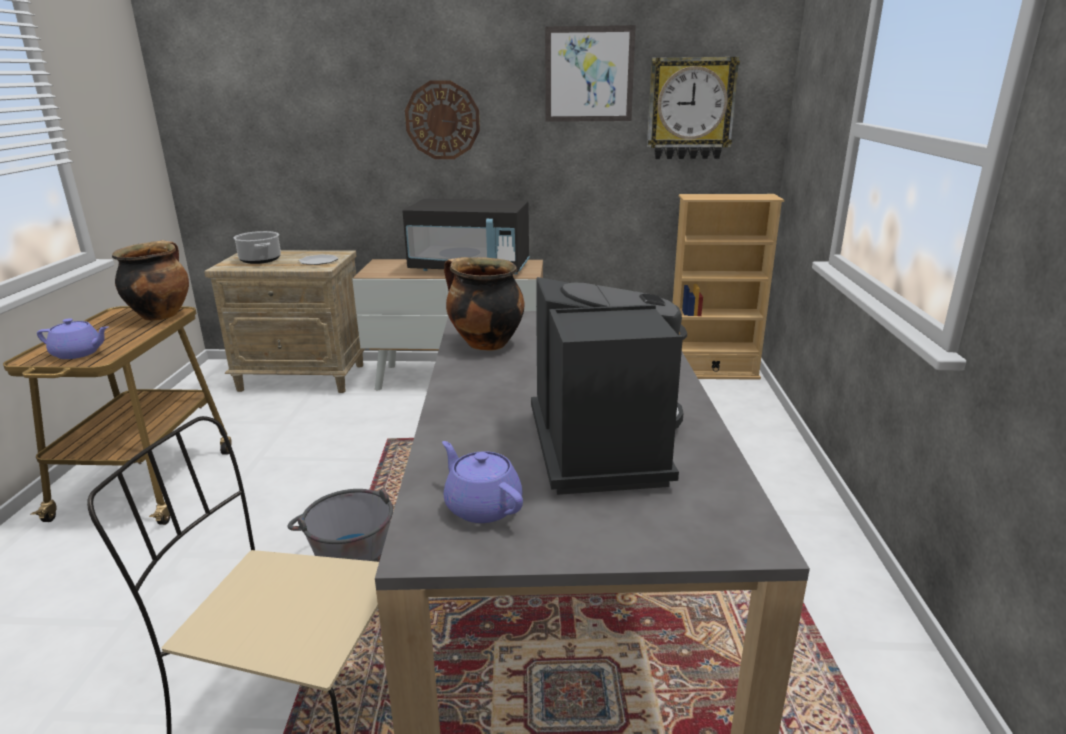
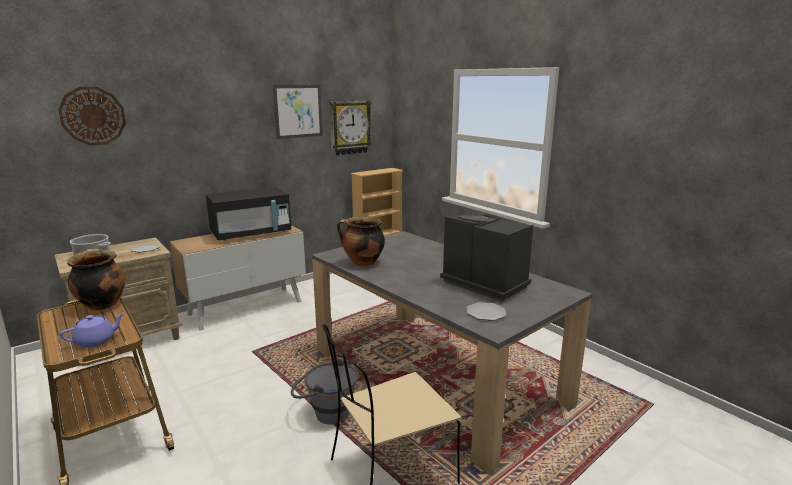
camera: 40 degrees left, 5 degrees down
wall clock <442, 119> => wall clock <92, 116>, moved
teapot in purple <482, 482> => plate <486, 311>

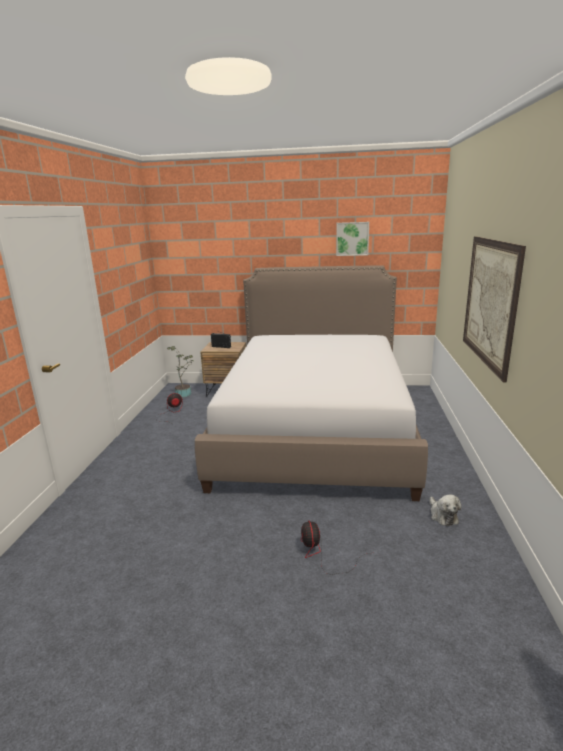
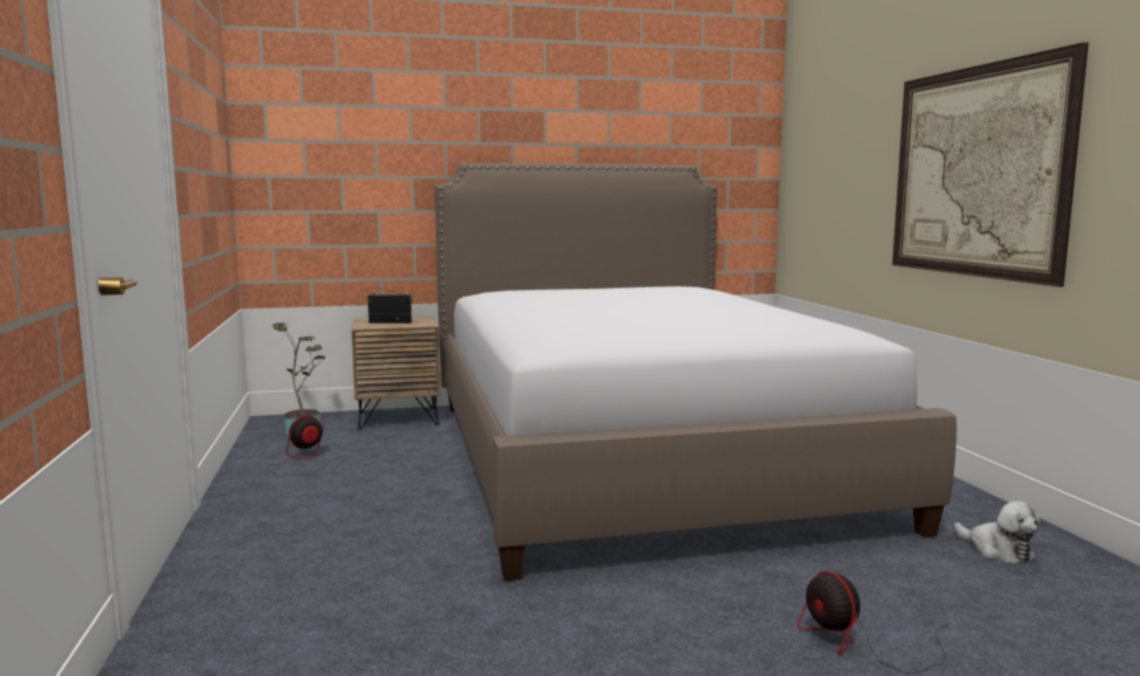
camera: 20 degrees left, 10 degrees down
picture <352, 239> => nothing

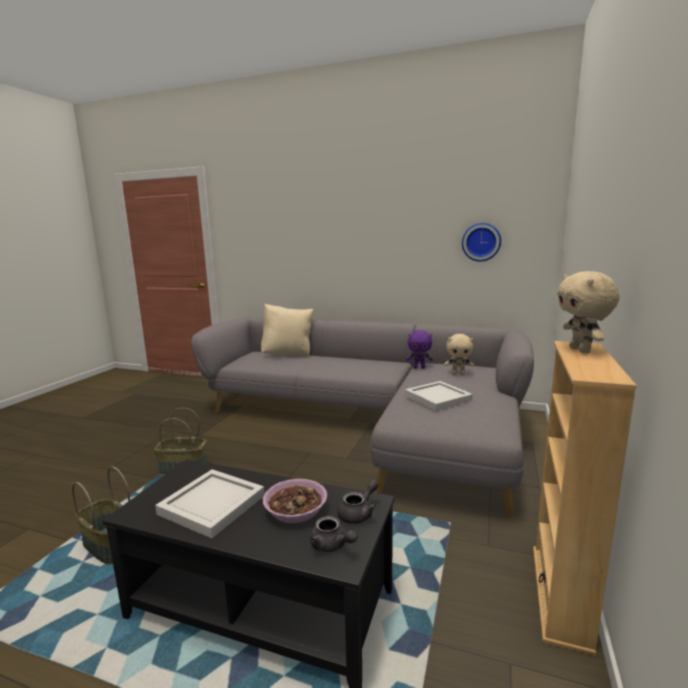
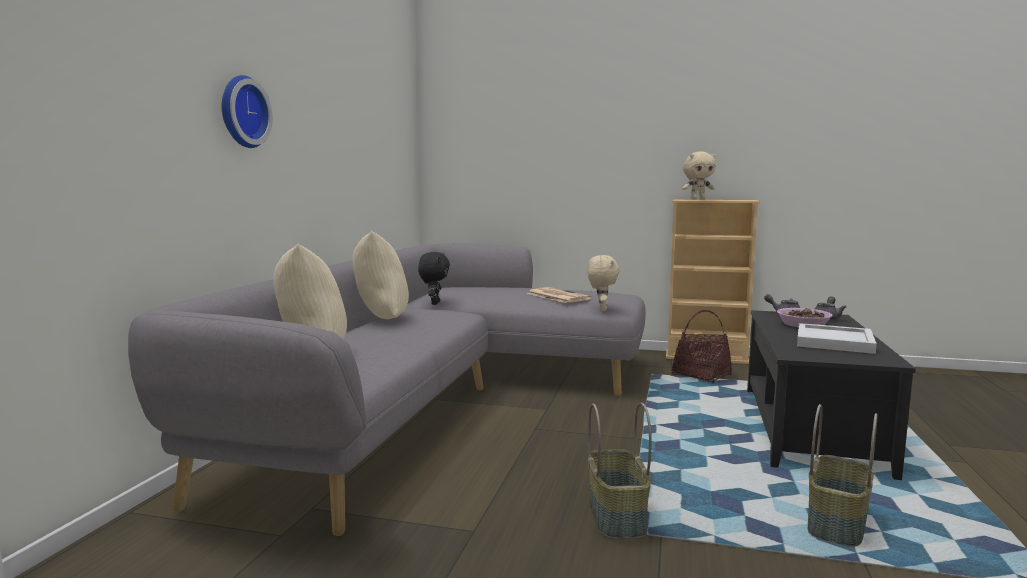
camera: 95 degrees left, 5 degrees down
wall clock <481, 242> => wall clock <247, 111>, moved
plush toy in purple <419, 349> => plush toy in black <434, 278>
plush toy in beige <459, 354> => plush toy in beige <603, 283>, moved
tray in white <439, 396> => newspaper <559, 295>
nothing => pillow in beige <380, 275>
nothing => basket <702, 346>

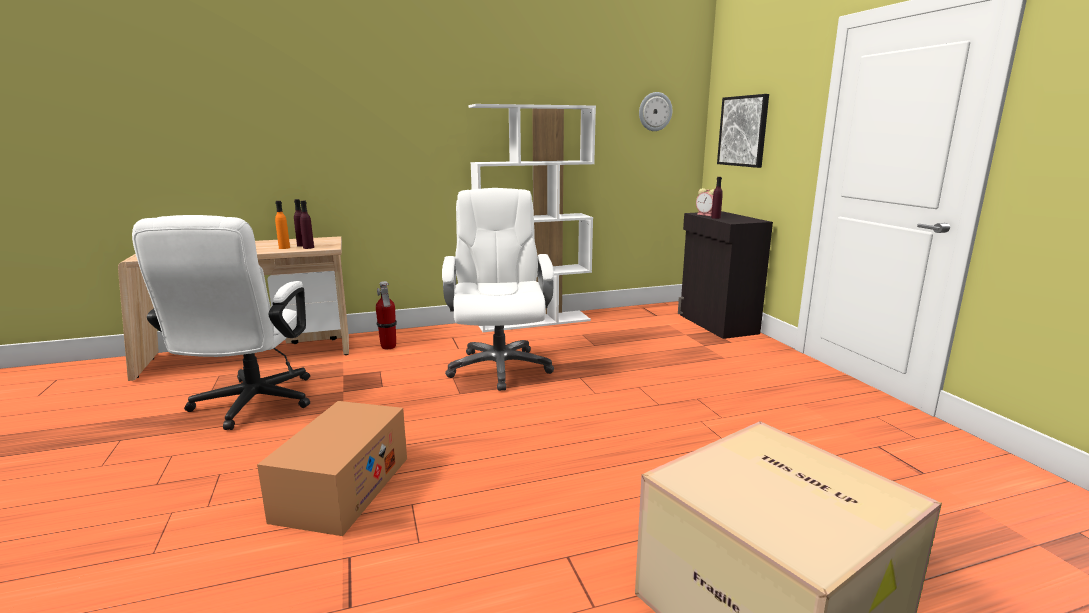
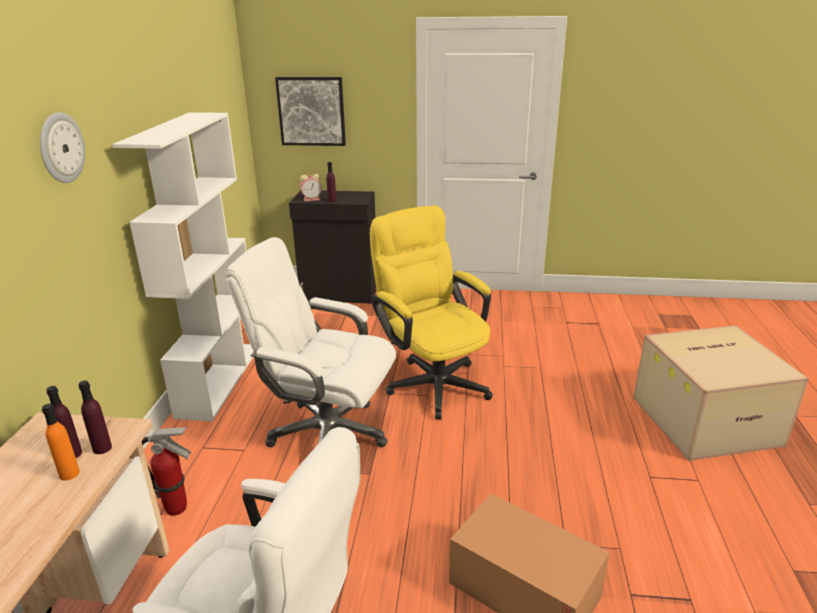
camera: 65 degrees left, 10 degrees up
wall clock <655, 111> => wall clock <62, 147>, moved
nothing => office chair in yellow <431, 312>

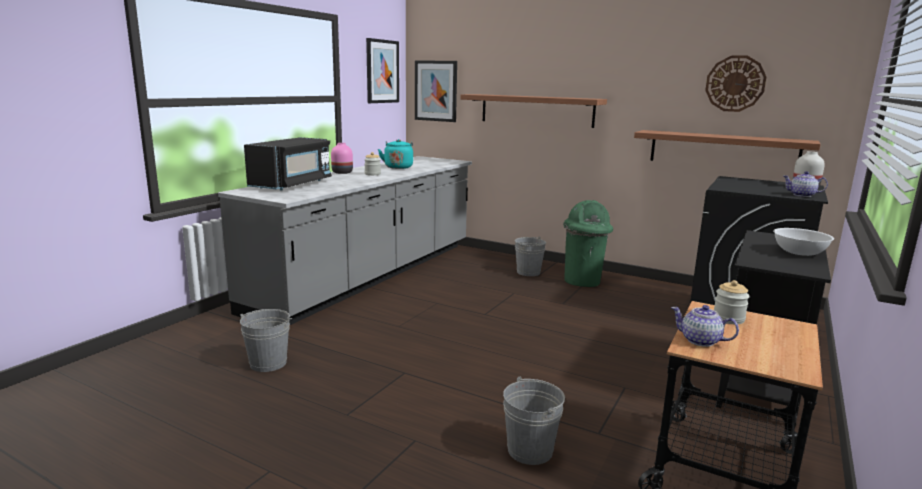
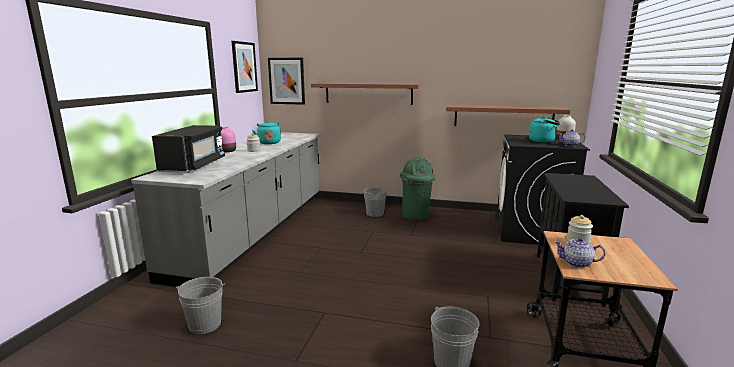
camera: 15 degrees left, 0 degrees up
wall clock <735, 84> => nothing
bowl in white <803, 242> => nothing
nothing => kettle in turquoise <544, 130>

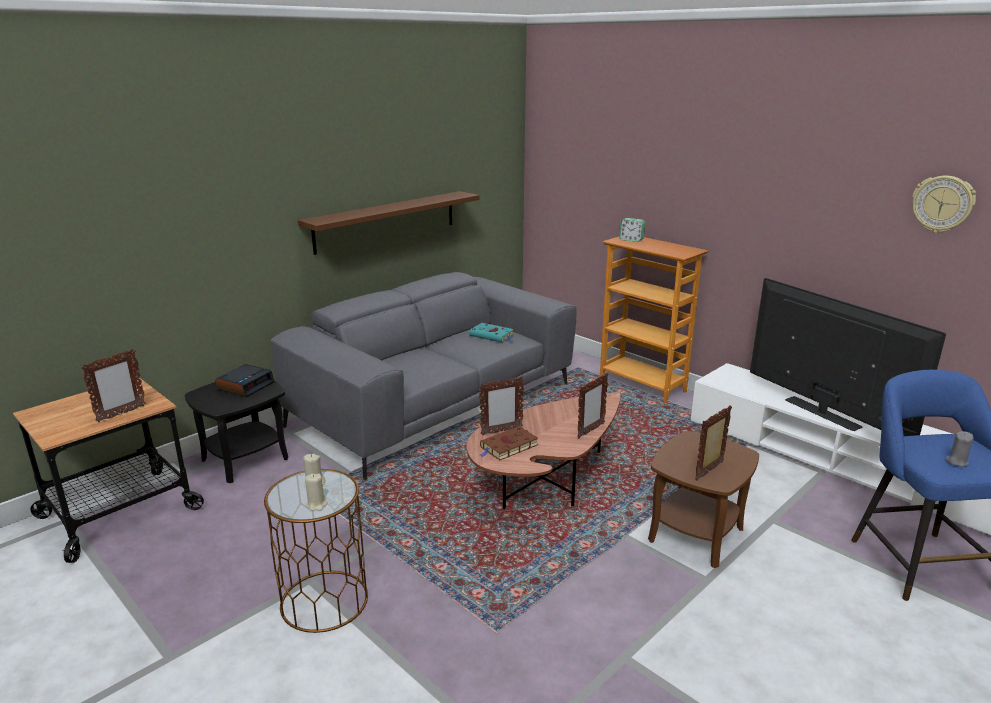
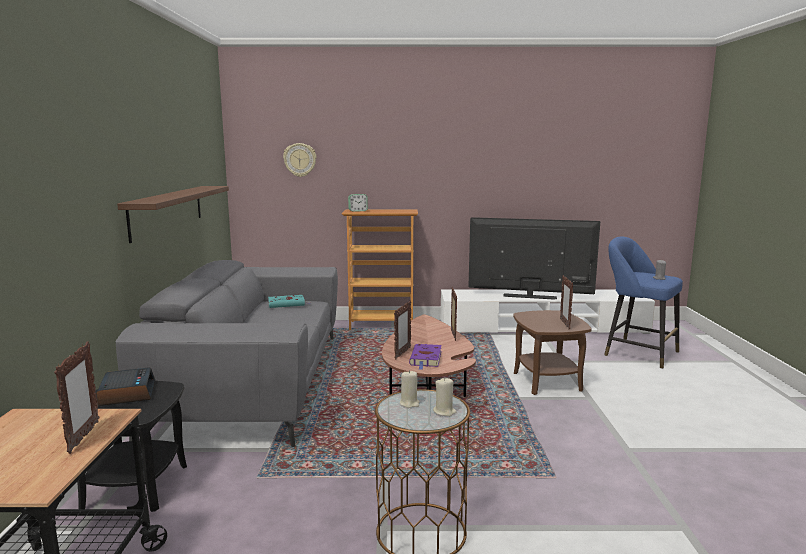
camera: 45 degrees left, 10 degrees down
wall clock <944, 204> => wall clock <299, 160>, moved
book in brown <509, 443> => book in purple <425, 357>

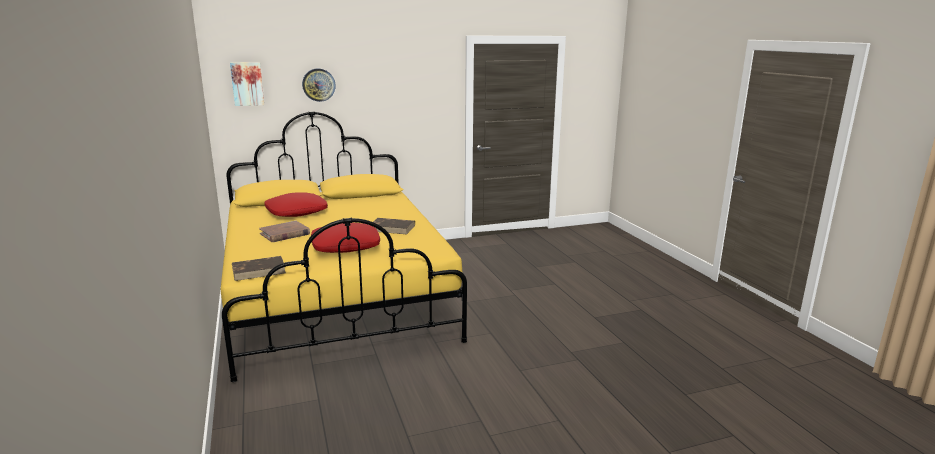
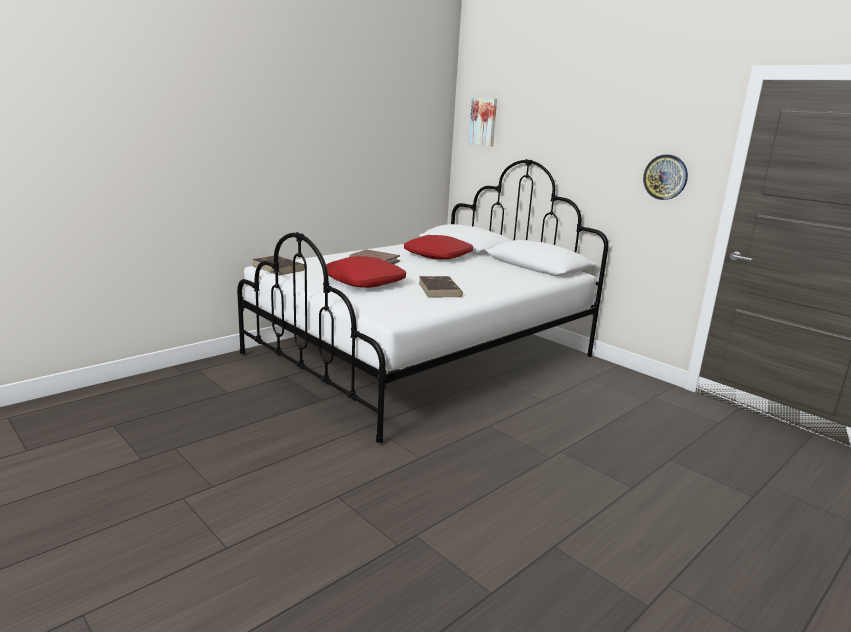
camera: 65 degrees right, 0 degrees up
wall clock <319, 85> => wall clock <665, 177>, moved
bed in yellow <344, 247> => bed in white <423, 301>

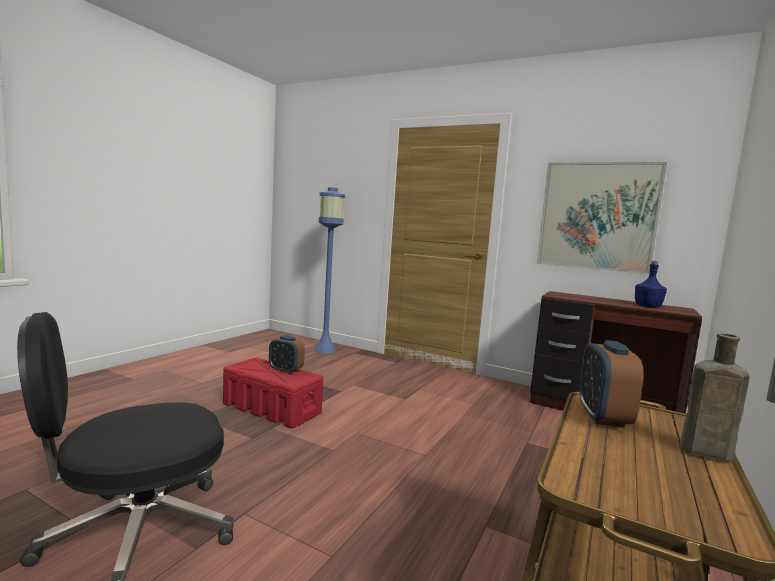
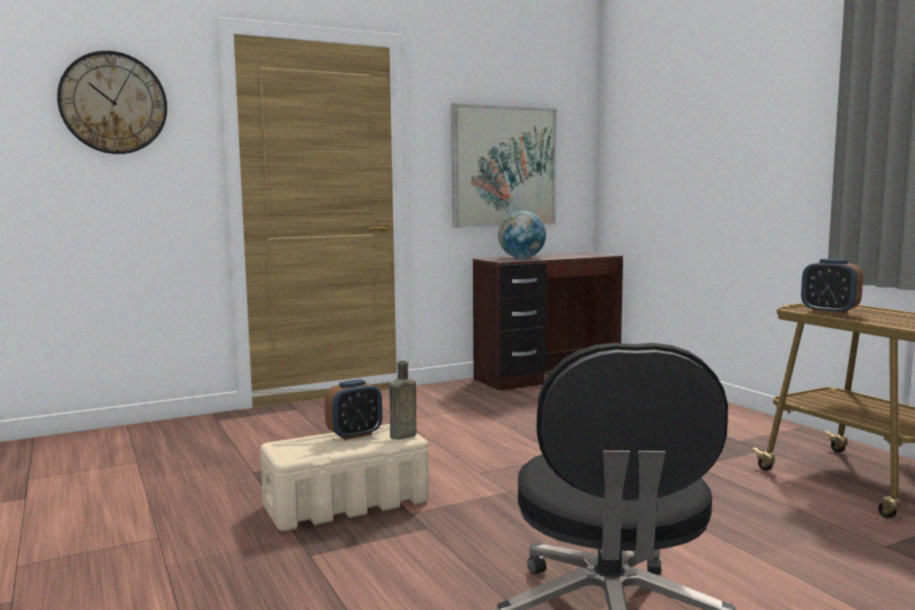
camera: 55 degrees left, 0 degrees up
floor lamp in blue <330, 270> => nothing
bottle in blue <651, 284> => nothing
bottle in brown <715, 397> => bottle in brown <403, 400>, moved
storage box in red <273, 392> => storage box in beige <344, 477>
nothing => wall clock <112, 102>
nothing => globe <522, 235>

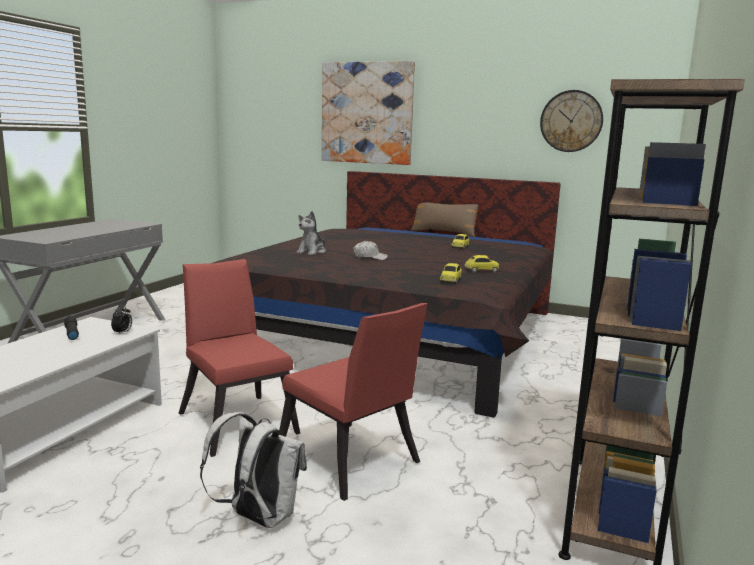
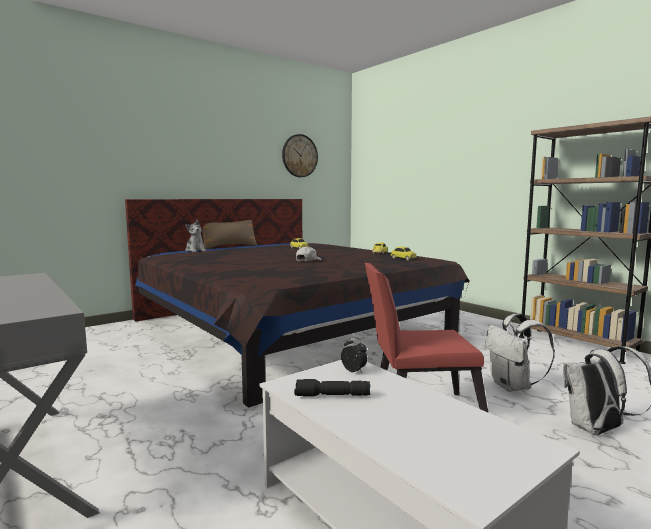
camera: 60 degrees left, 5 degrees down
picture <368, 113> => nothing
plush toy <311, 233> => plush toy <195, 236>, moved
chair in red <353, 402> => backpack in white <520, 353>

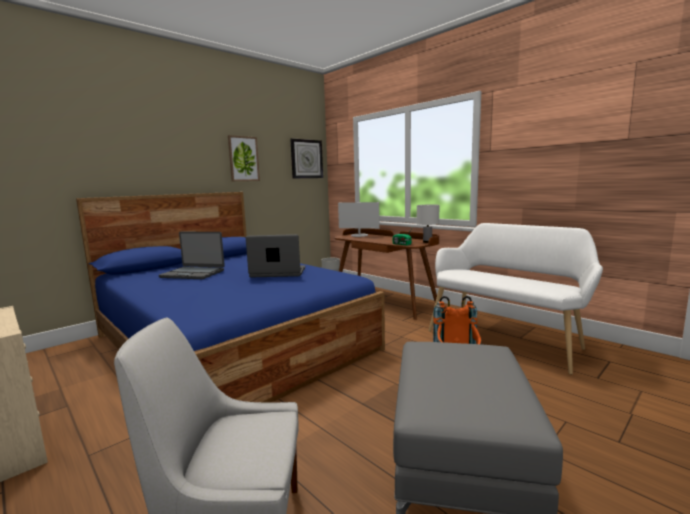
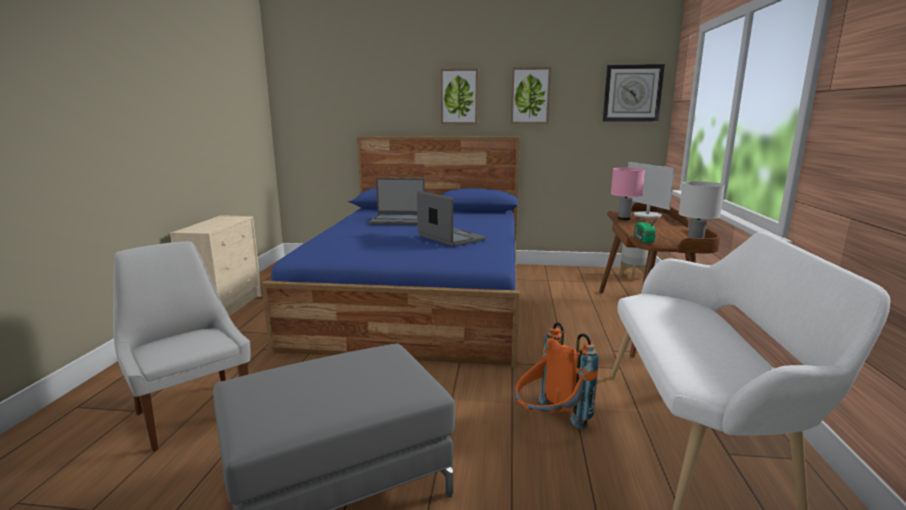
camera: 50 degrees right, 5 degrees up
laptop <192, 255> => laptop <397, 201>, 60 degrees counterclockwise
nothing => picture <459, 96>
nothing => table lamp in pink <628, 194>

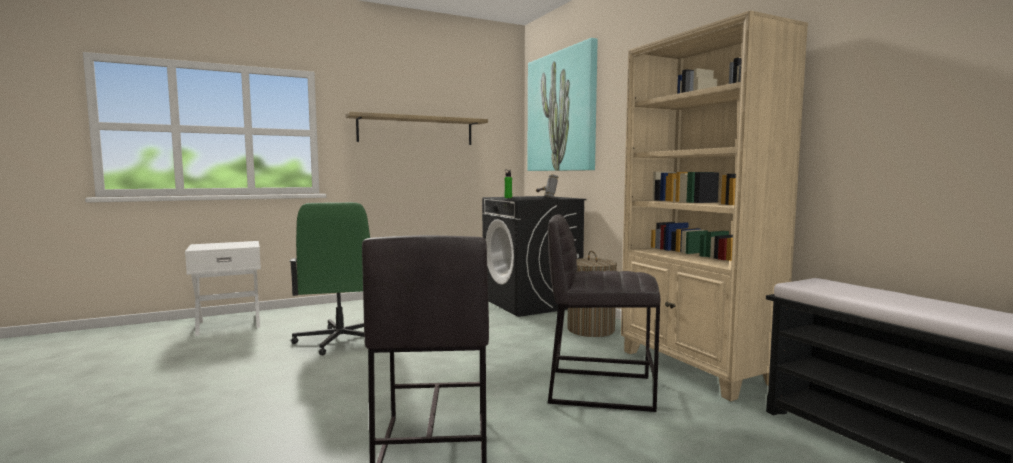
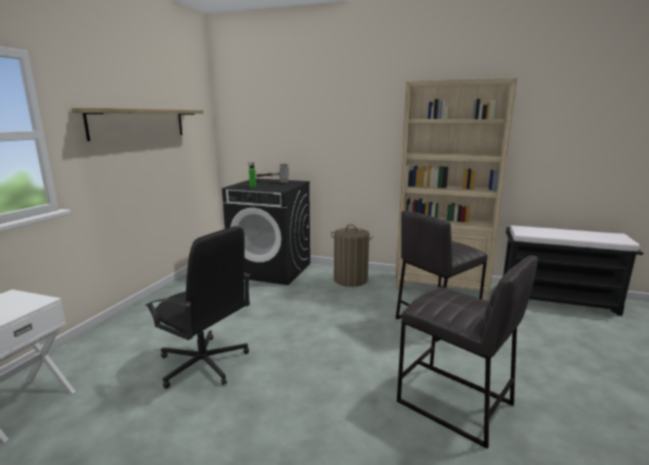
camera: 45 degrees left, 10 degrees up
picture <562, 104> => nothing
office chair in green <329, 278> => office chair in black <197, 307>

